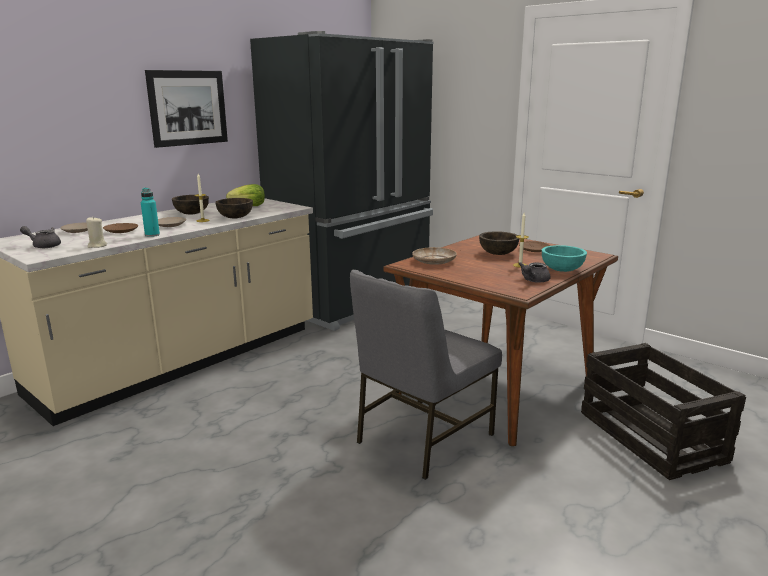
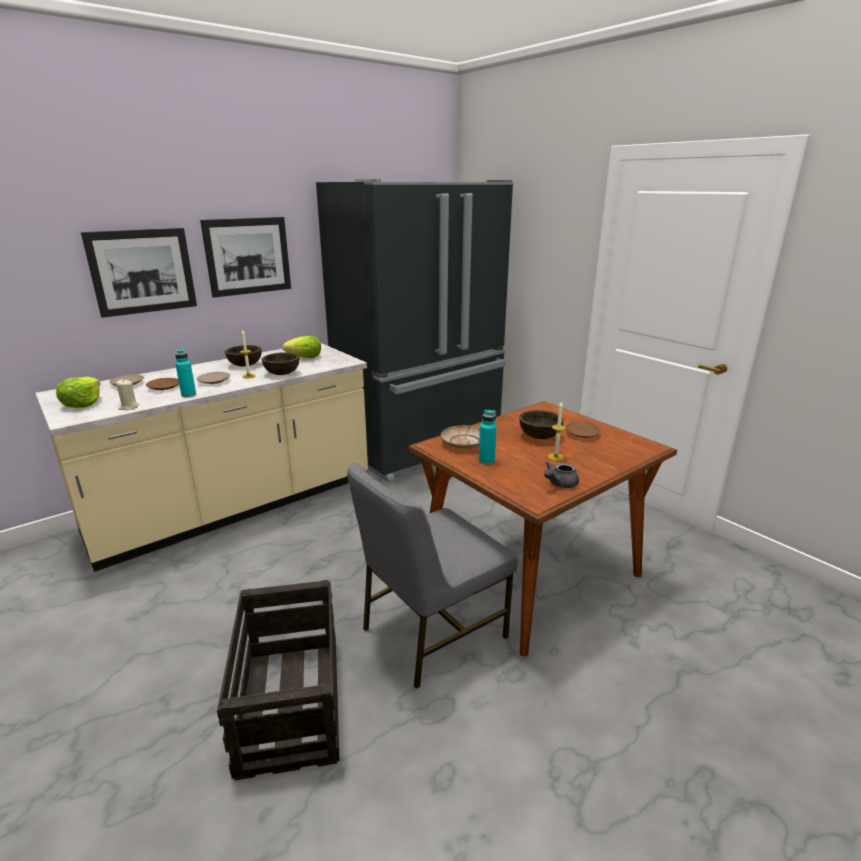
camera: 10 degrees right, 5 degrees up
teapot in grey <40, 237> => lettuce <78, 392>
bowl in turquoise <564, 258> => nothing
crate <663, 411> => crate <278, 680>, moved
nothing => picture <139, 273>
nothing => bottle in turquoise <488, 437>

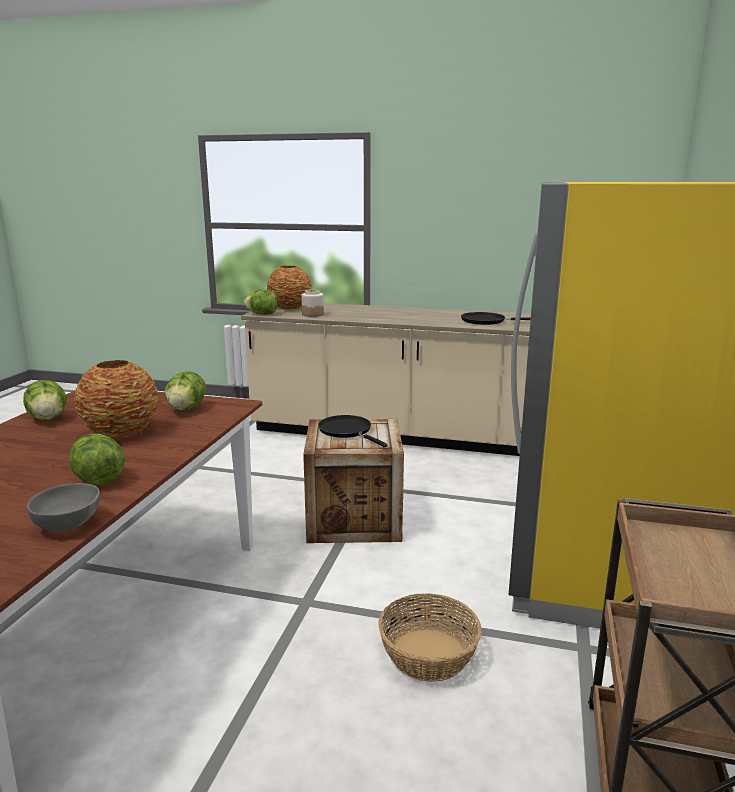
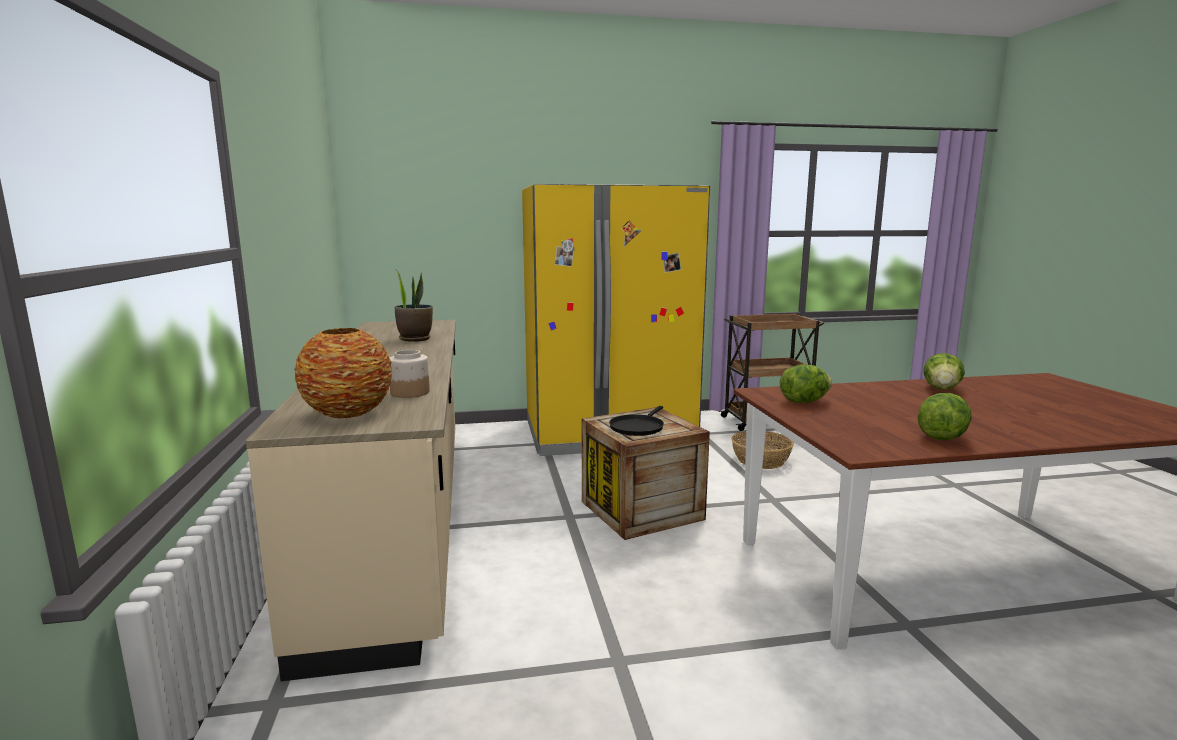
camera: 115 degrees left, 5 degrees down
lettuce <261, 302> => nothing
frying pan in black <496, 318> => potted plant <414, 306>
vase <116, 399> => nothing
bowl in grey <63, 507> => nothing

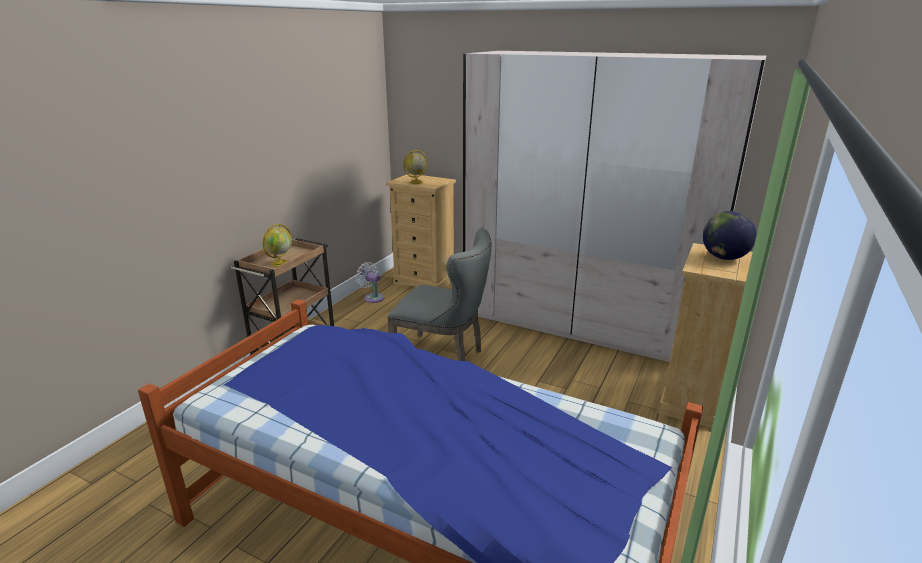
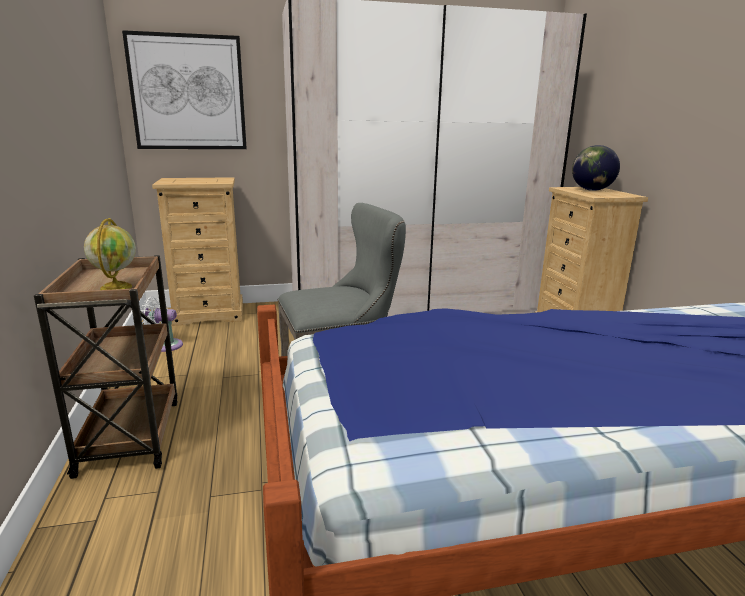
camera: 40 degrees left, 5 degrees down
globe <415, 167> => nothing
nothing => picture <184, 89>

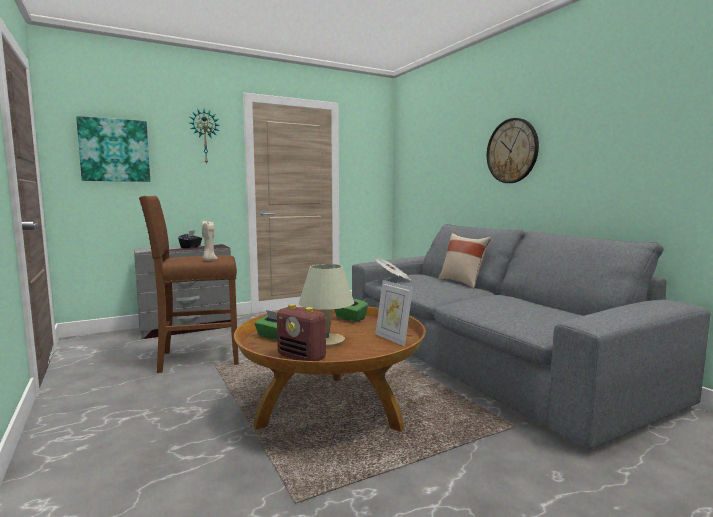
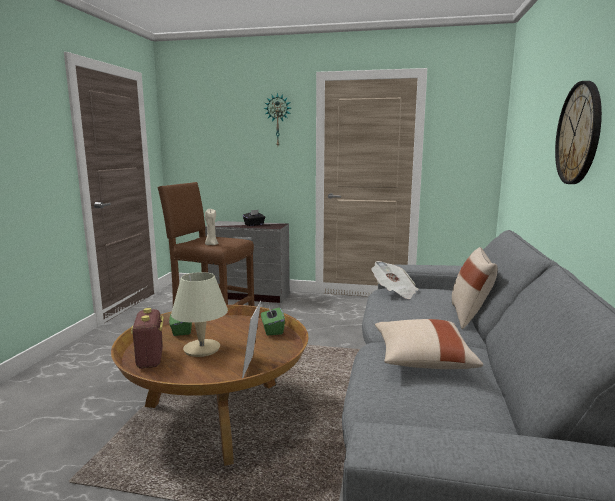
camera: 40 degrees right, 5 degrees up
picture <113, 149> => nothing
nothing => pillow in beige <429, 344>

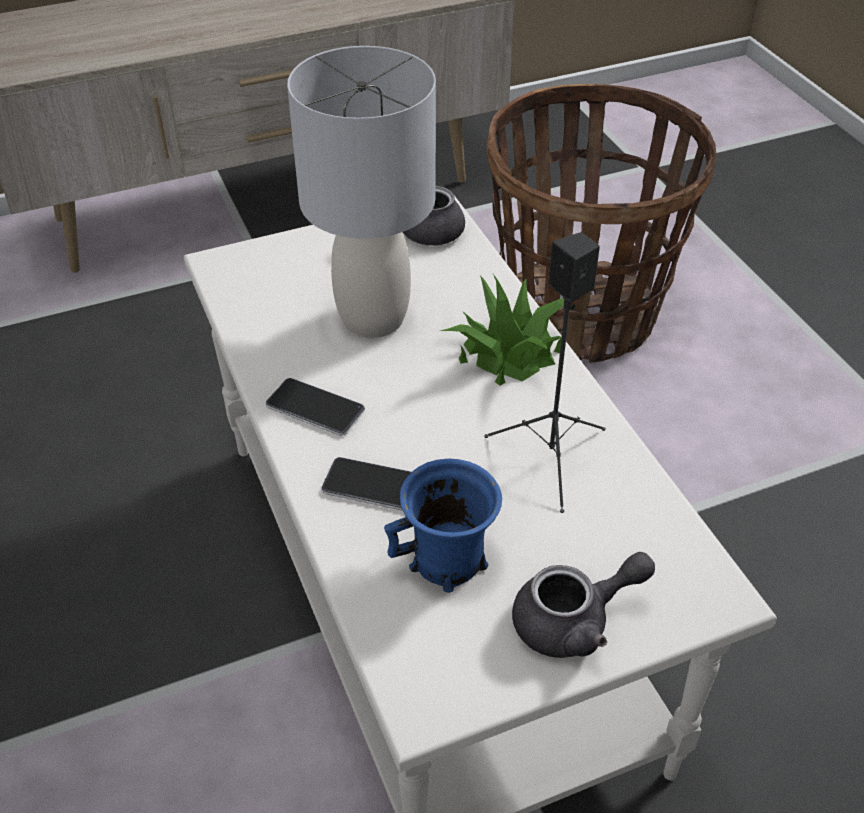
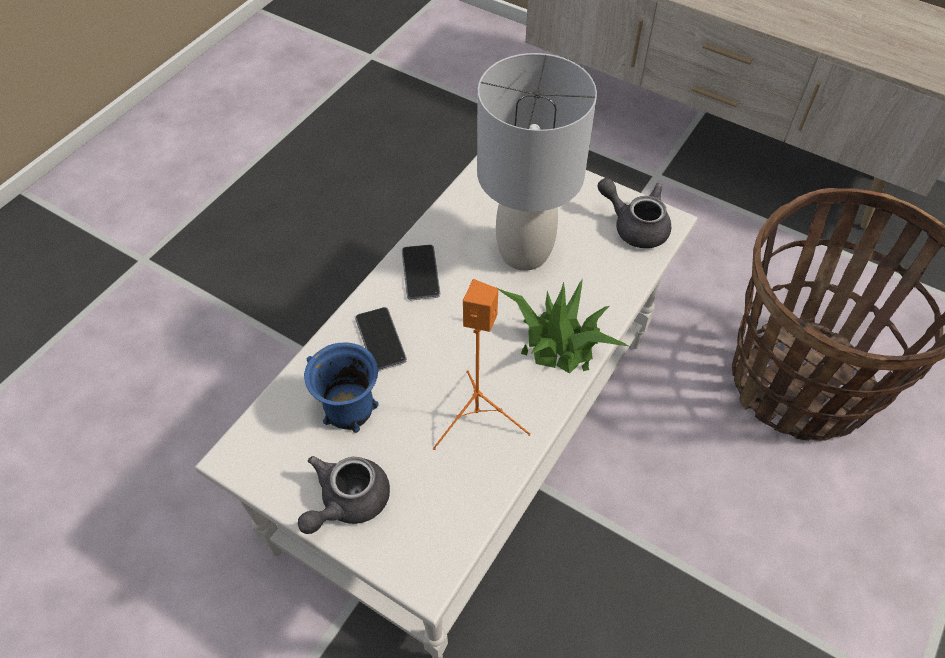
camera: 55 degrees right, 10 degrees up
speaker in black <545, 372> => speaker in orange <482, 364>
teapot in grey <583, 605> => teapot in grey <344, 495>, 90 degrees clockwise

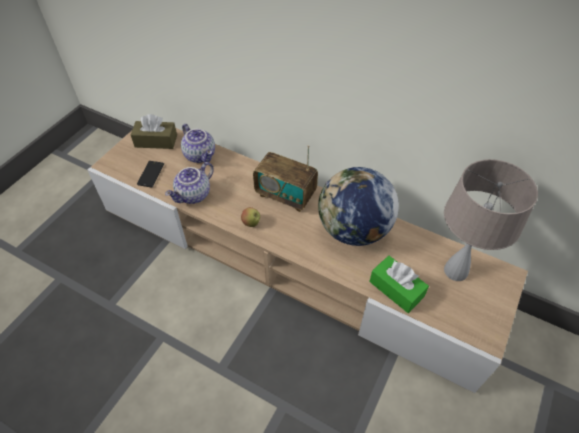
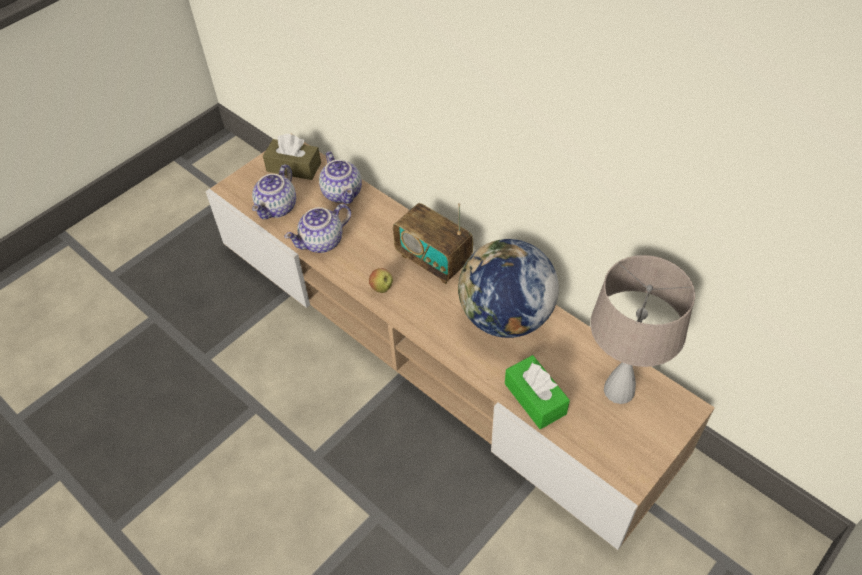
camera: 15 degrees right, 0 degrees up
phone <150, 174> => teapot <274, 191>

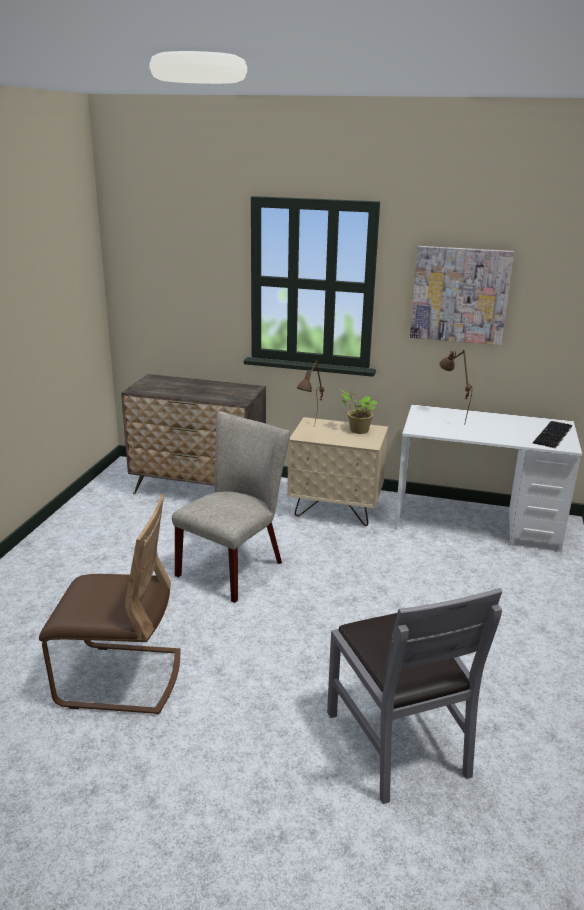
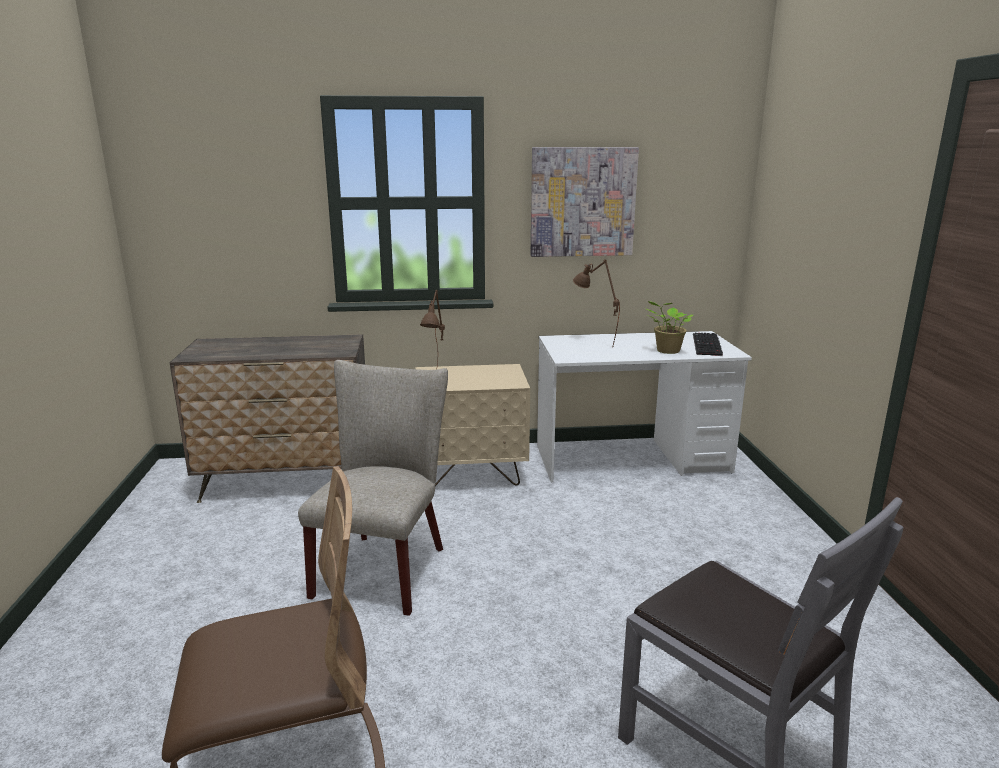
camera: 20 degrees left, 5 degrees down
potted plant <358, 411> => potted plant <670, 327>, moved

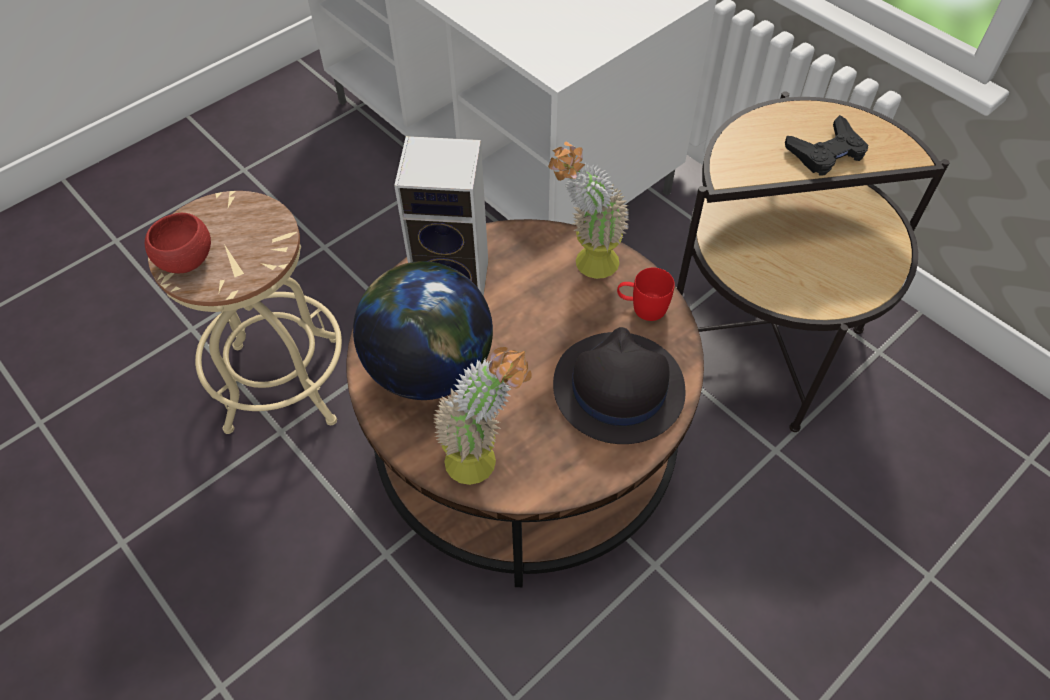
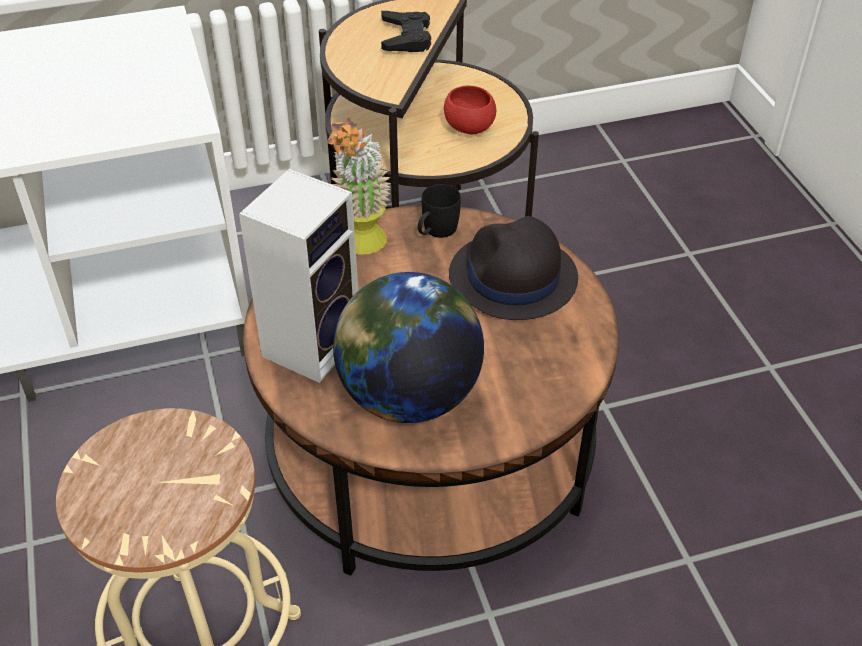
camera: 65 degrees left, 10 degrees down
bowl in red <178, 243> => bowl in red <470, 110>, moved
mug in red <646, 294> => mug in black <439, 211>
potted plant <482, 416> => nothing

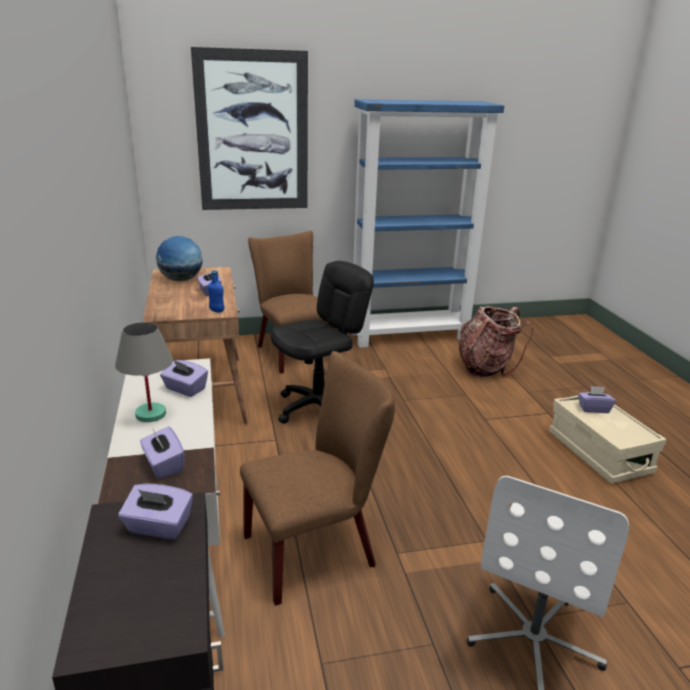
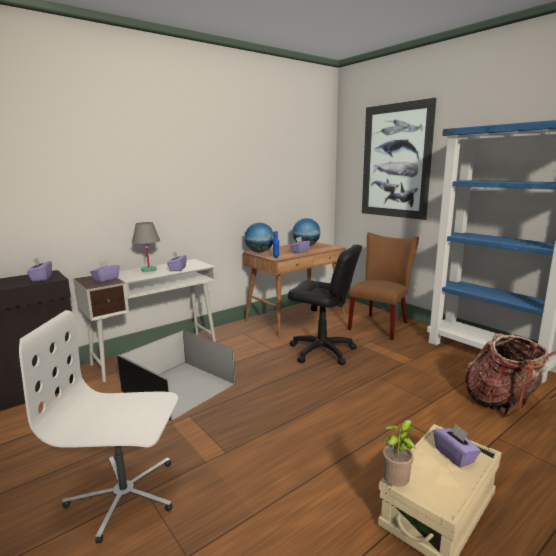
camera: 65 degrees right, 10 degrees down
chair in brown <317, 478> => storage box in black <176, 375>
nothing => globe <259, 237>
nothing => potted plant <400, 453>

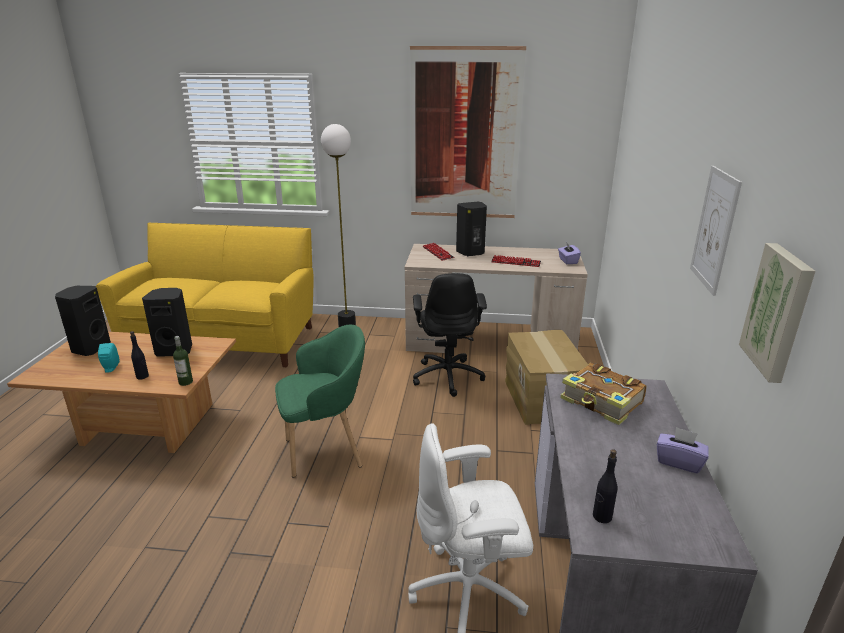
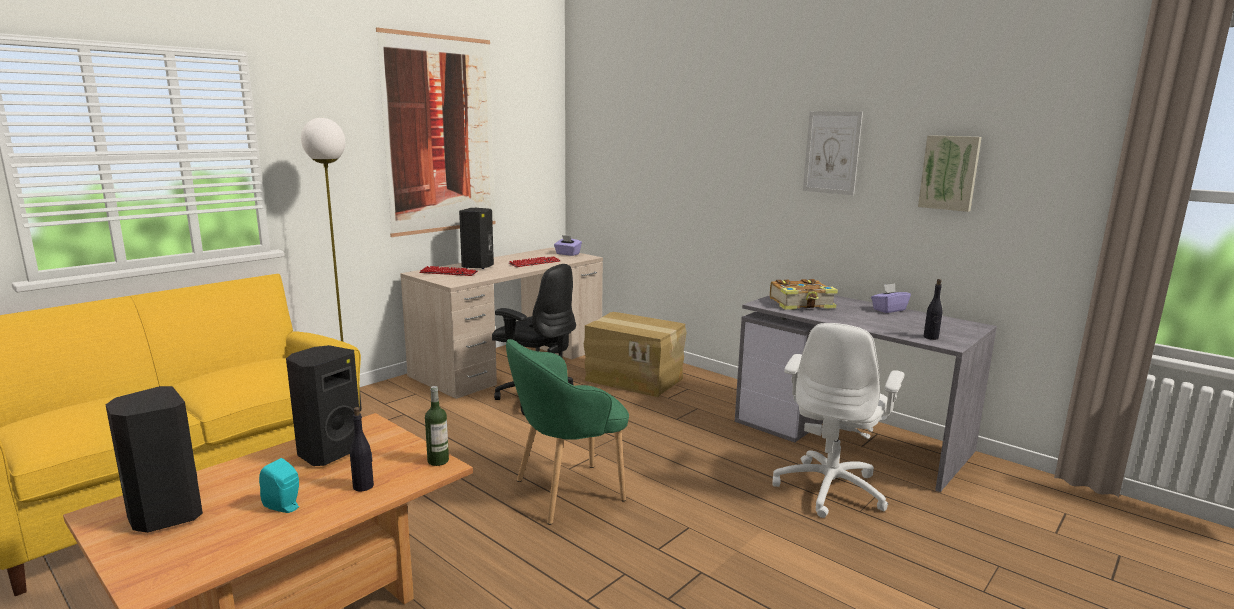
camera: 55 degrees left, 10 degrees down
armchair in green <320, 401> => armchair in green <567, 432>, 135 degrees counterclockwise

